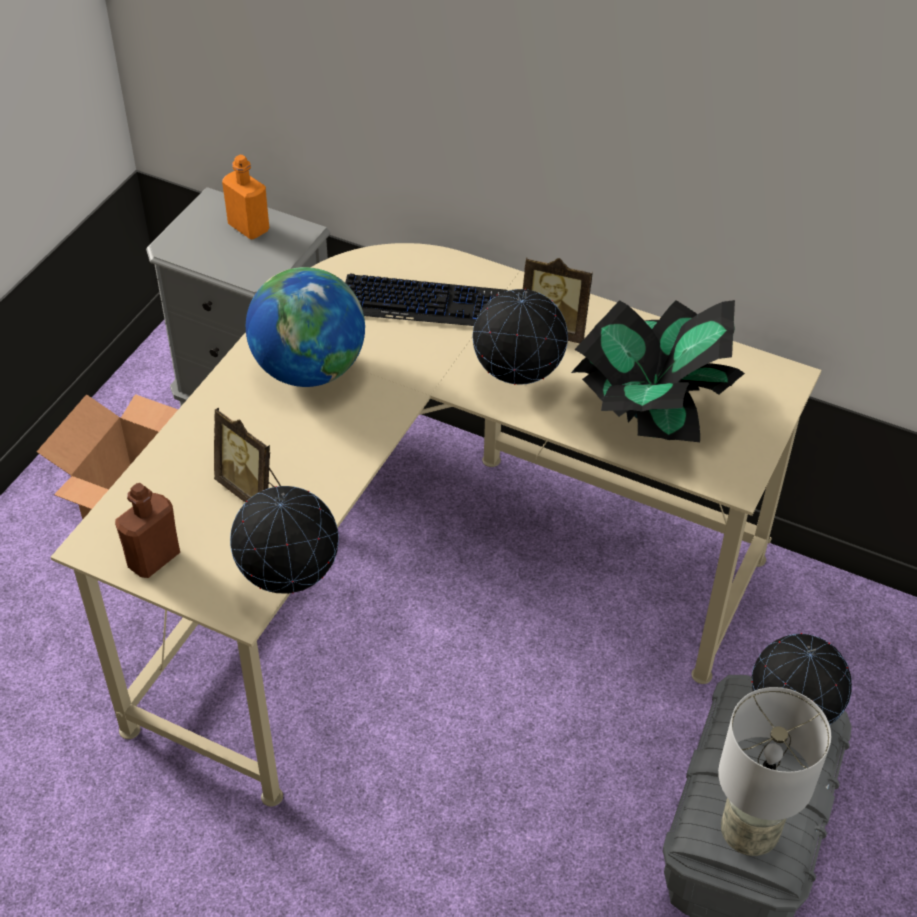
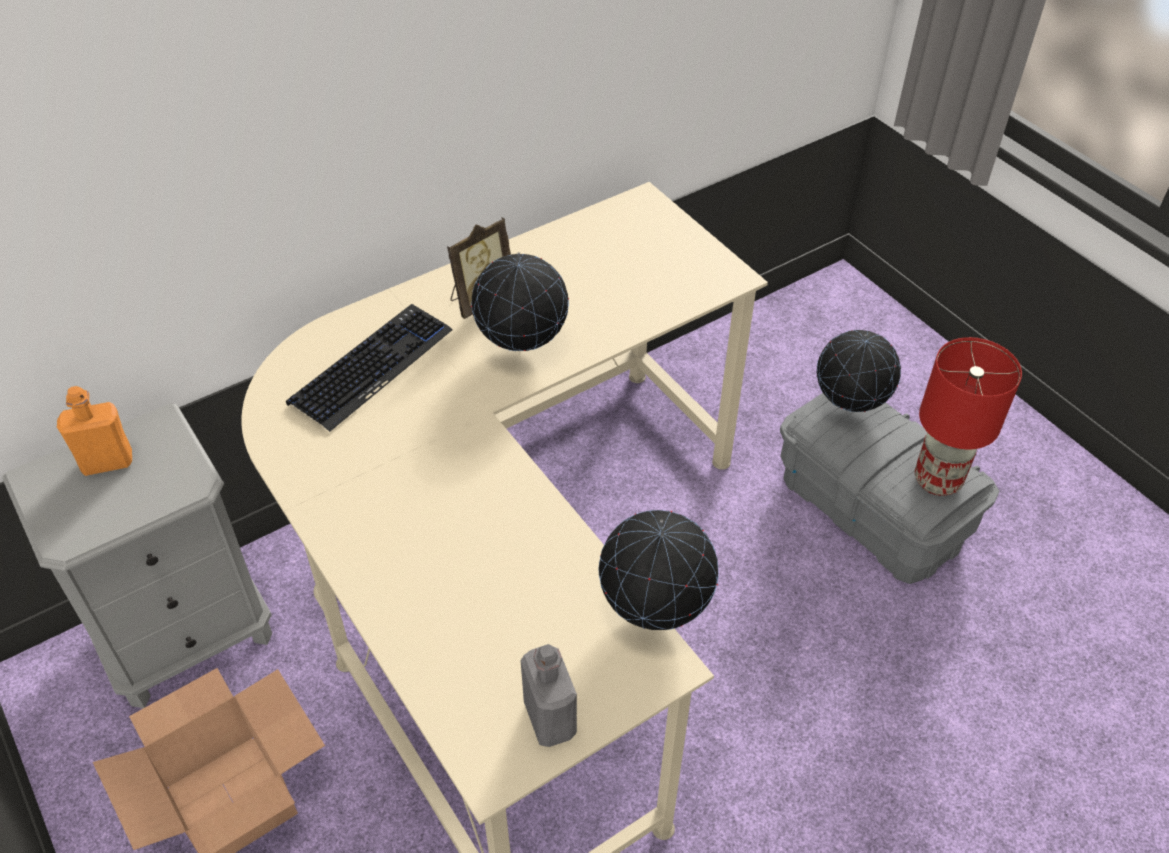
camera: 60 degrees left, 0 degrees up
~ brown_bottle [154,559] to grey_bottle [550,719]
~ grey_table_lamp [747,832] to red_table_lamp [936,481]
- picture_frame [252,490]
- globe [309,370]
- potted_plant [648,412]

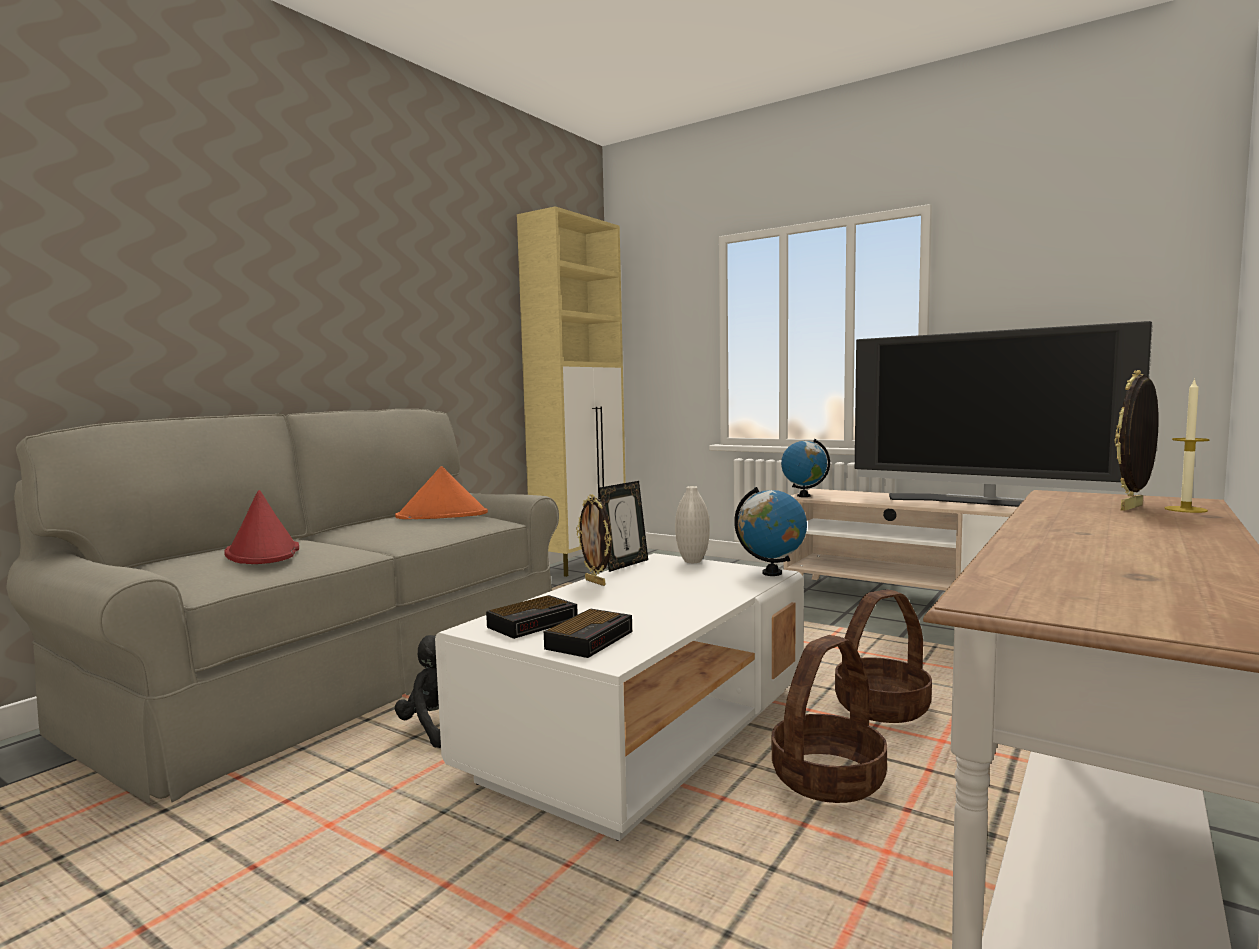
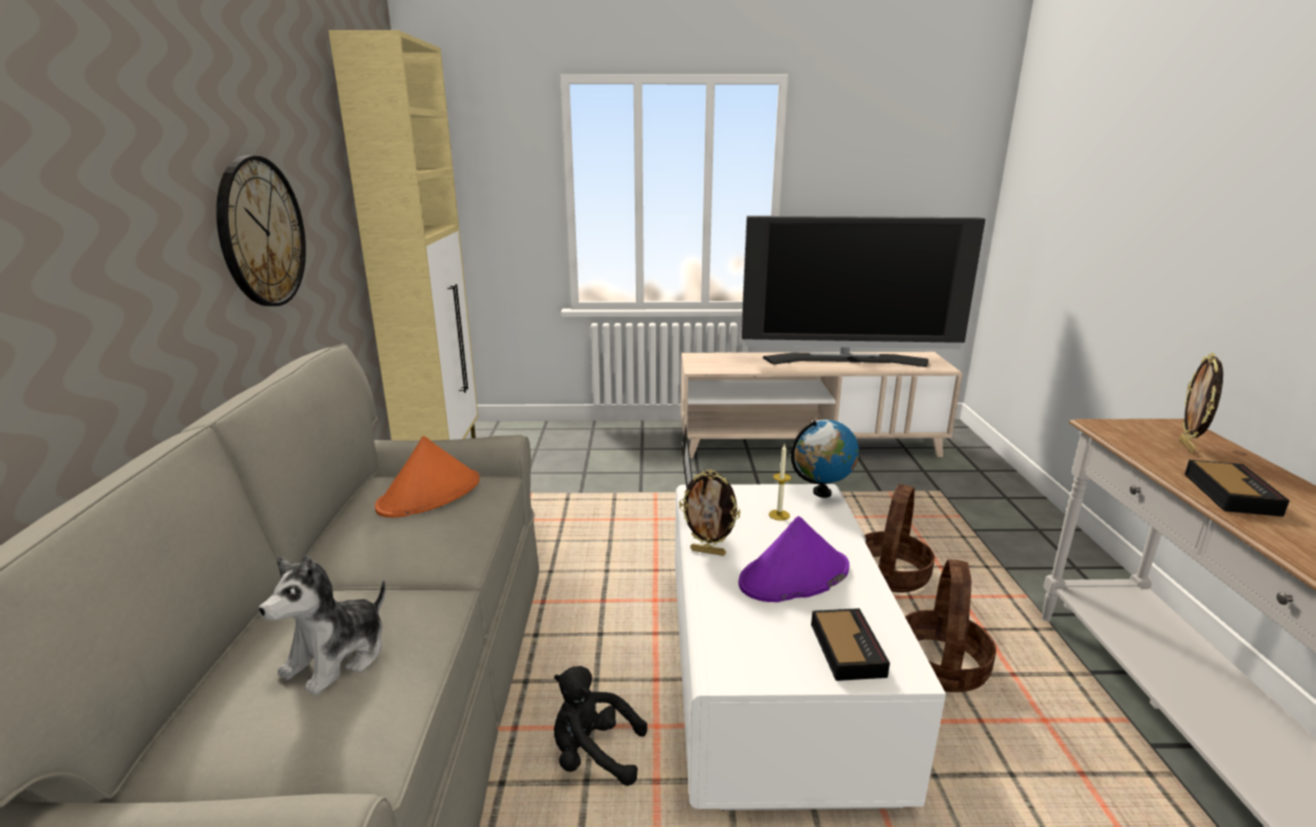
camera: 35 degrees left, 15 degrees up
+ wall_clock [261,232]
~ red_hat [263,553] to plush_toy [338,657]
+ purple_hat [794,576]
~ candle [1185,509] to [779,515]
~ alarm_clock [534,623] to [1229,493]
- white_vase [692,561]
- globe [803,496]

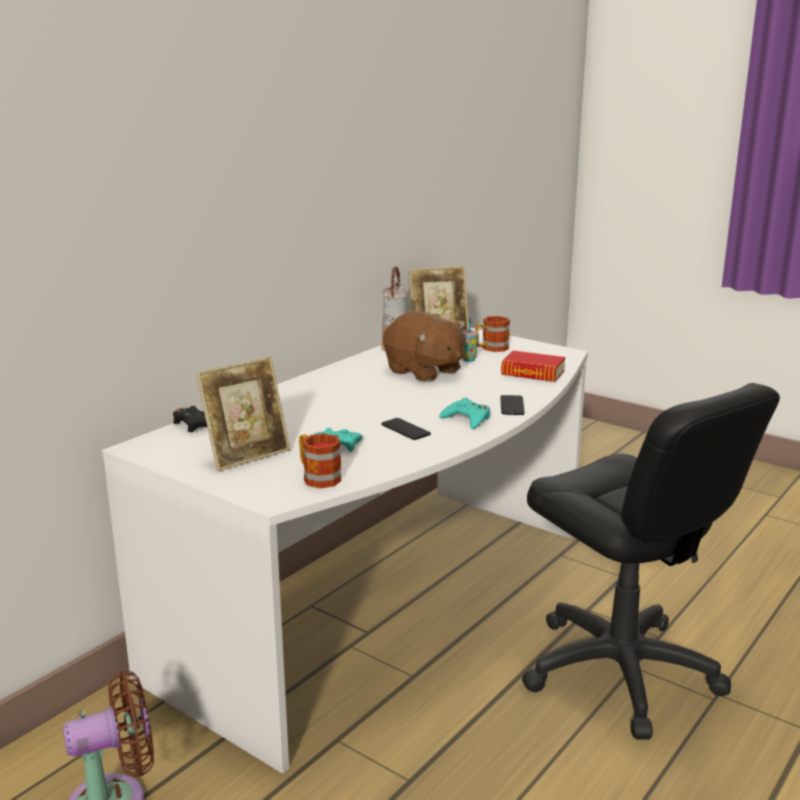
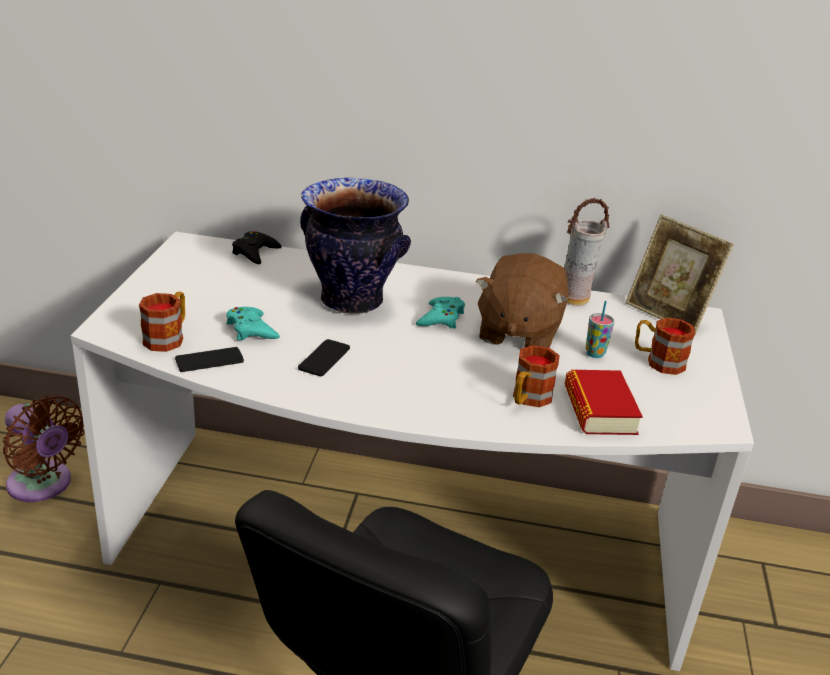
camera: 60 degrees right, 10 degrees up
~ phone [512,406] to [209,360]
+ vase [352,301]
~ turquoise_game_controller [467,419] to [441,318]
+ mug [528,399]
- picture_frame [247,456]

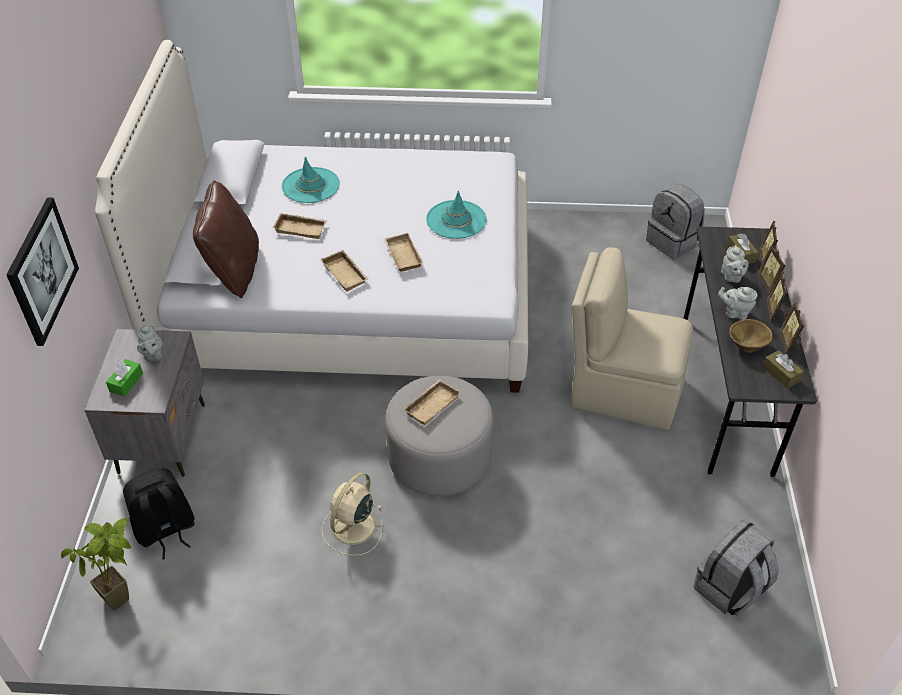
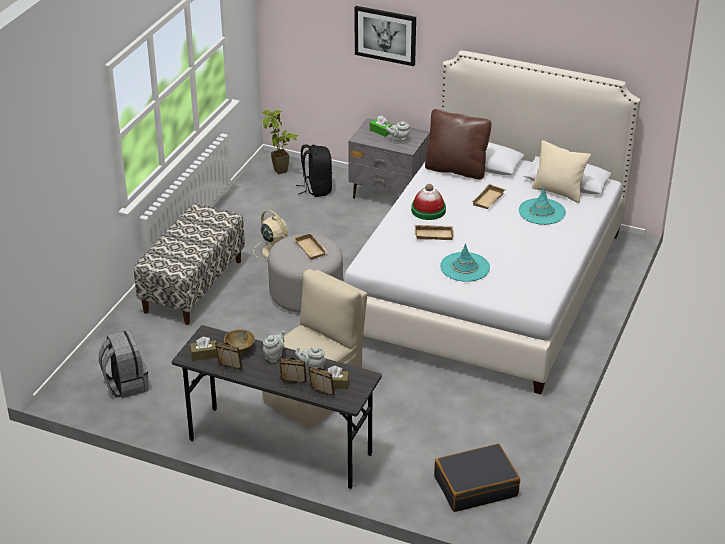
camera: 110 degrees right, 10 degrees down
+ bench [193,286]
~ beige_tray [346,274] to hat [428,210]
~ grey_backpack [673,242] to black_suitcase [475,486]
+ beige_pillow [558,192]
- picture_frame [776,312]

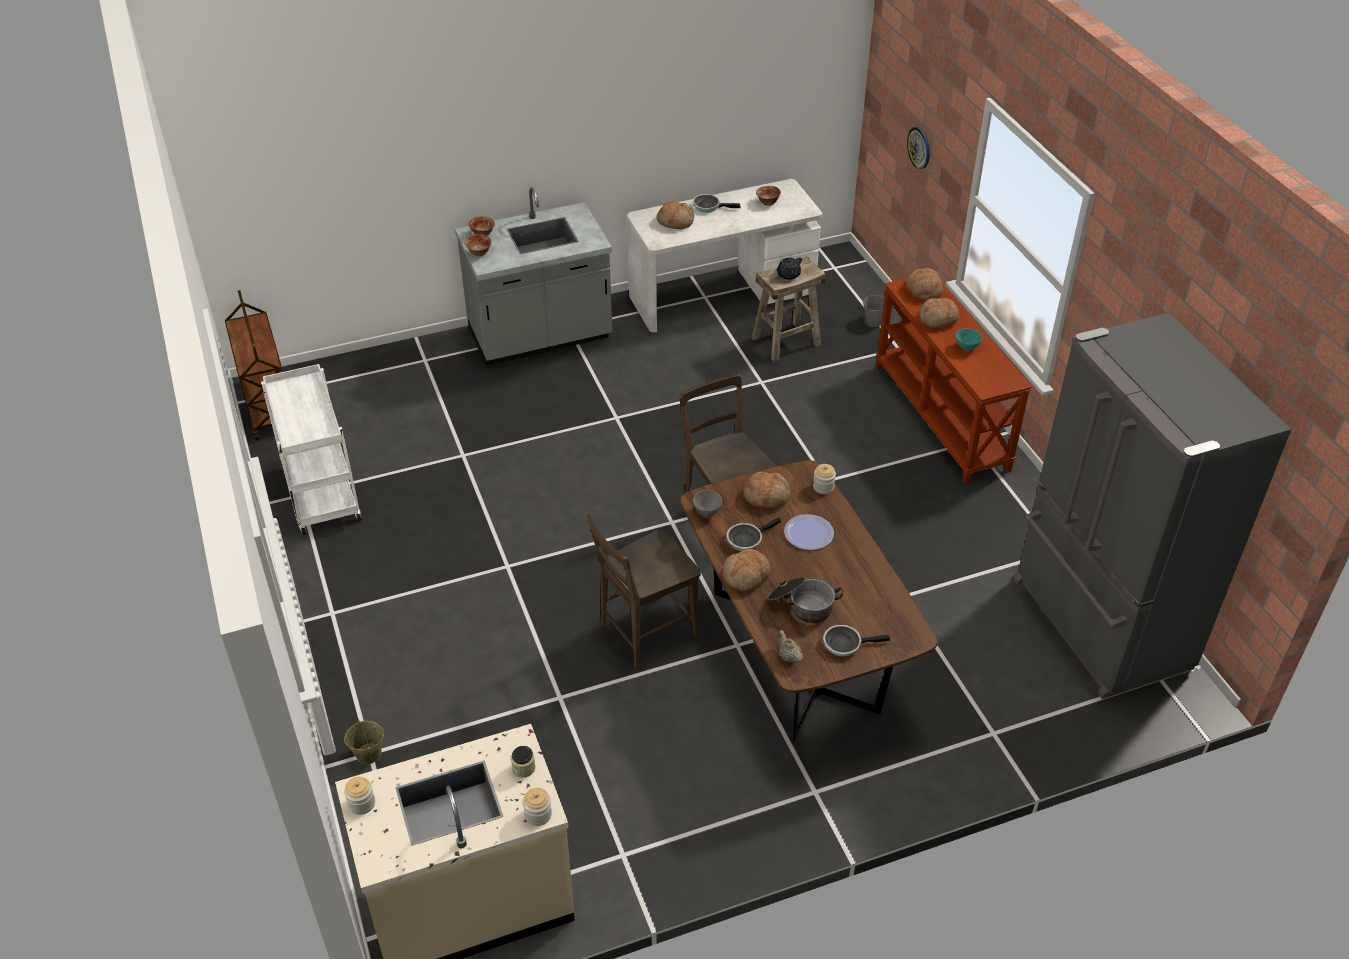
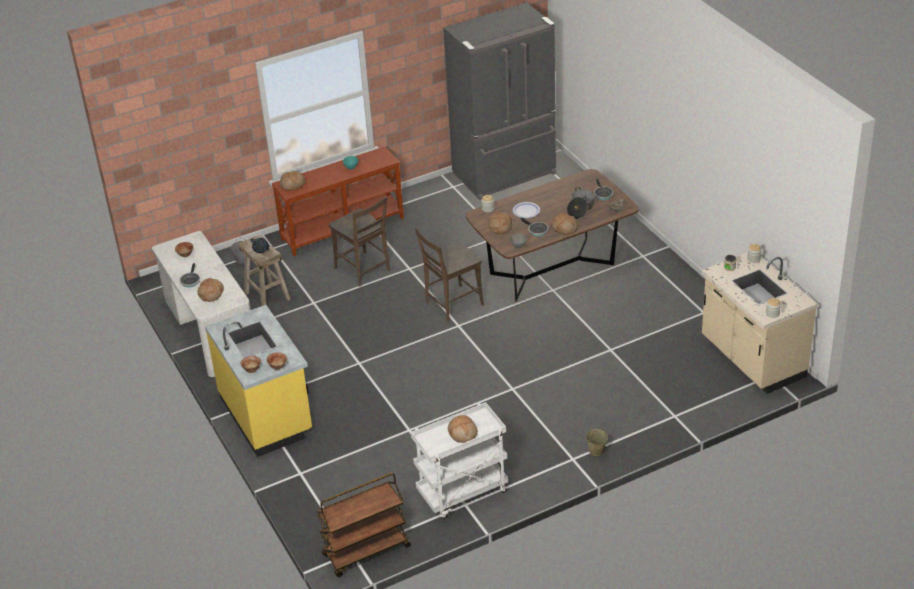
camera: 95 degrees left, 5 degrees down
~ grey_counter [540,337] to yellow_counter [267,415]
~ brown_chair [644,633] to [364,270]
~ bread [938,319] to [462,433]
~ beige_bucket [368,754] to [596,451]
- wall_clock [919,147]

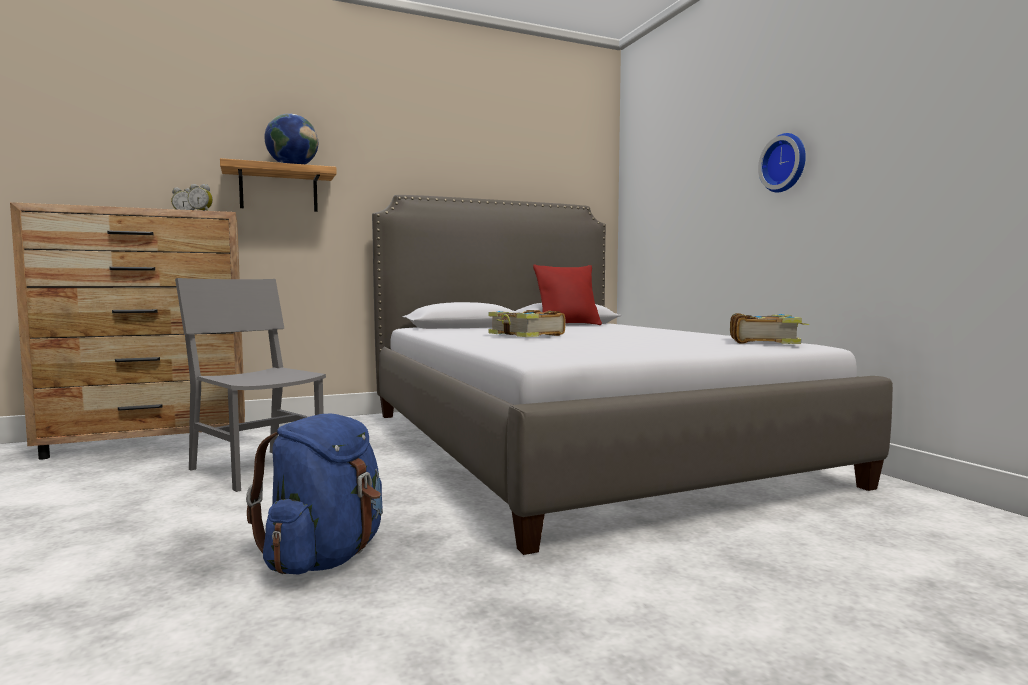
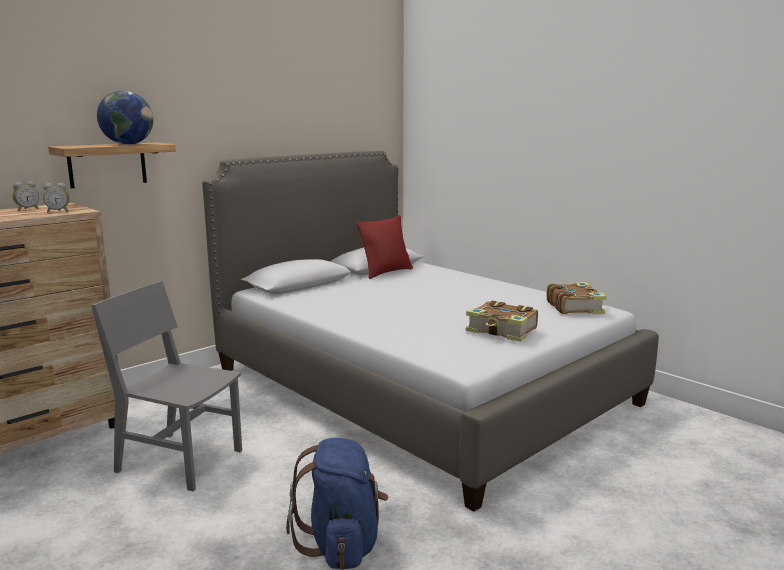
camera: 20 degrees left, 10 degrees up
~ book [526,335] to [502,331]
- wall_clock [785,163]

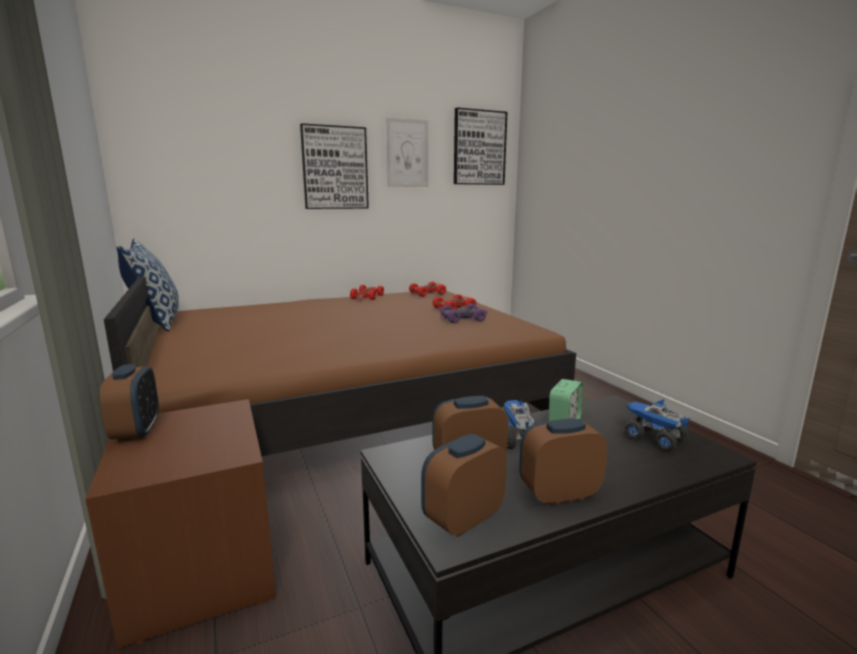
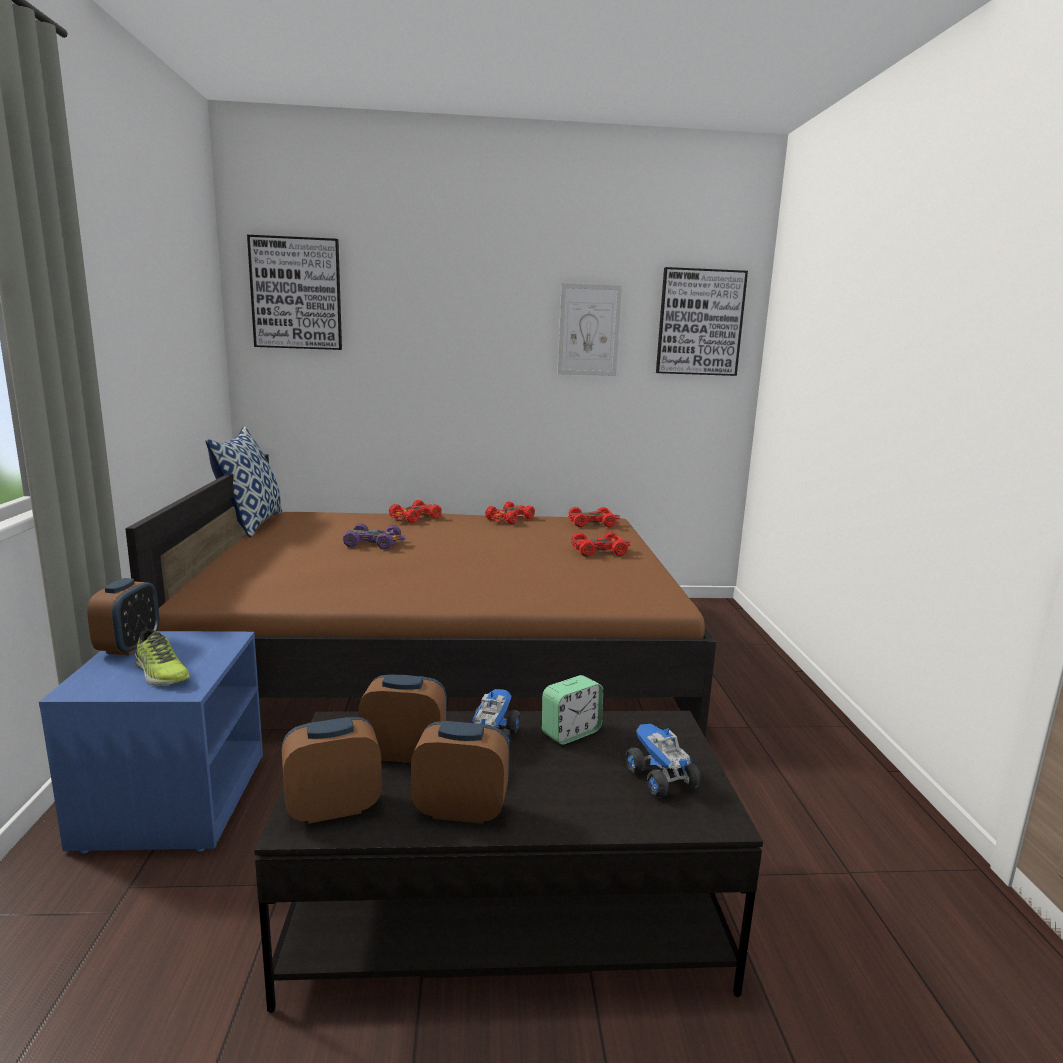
camera: 20 degrees right, 0 degrees up
~ brown_nightstand [200,567] to blue_nightstand [172,799]
+ shoe [160,673]
~ picture [335,168] to [296,294]
~ purple_toy_car [463,319] to [373,543]
+ red_toy_car [414,518]

